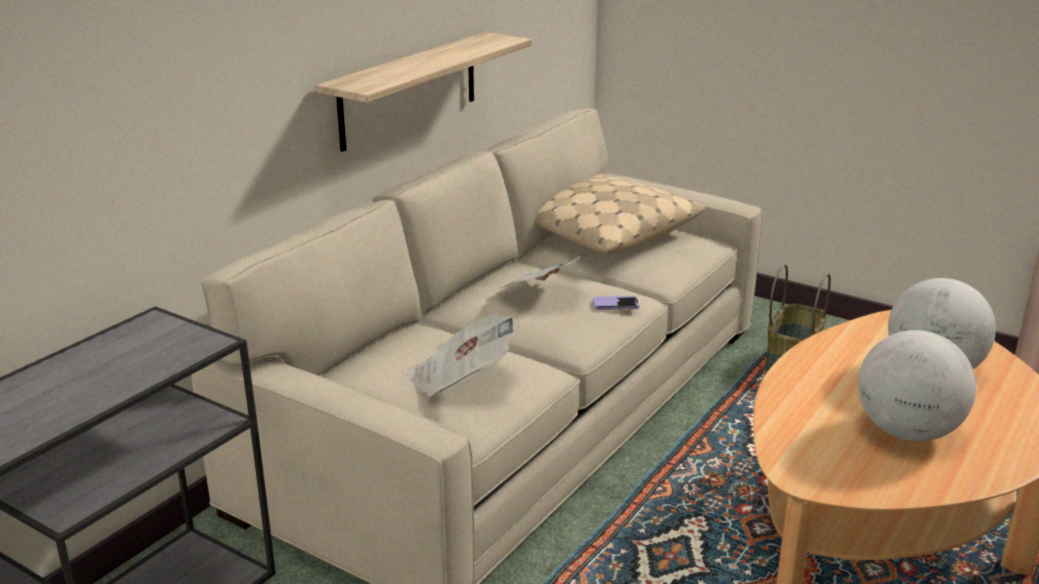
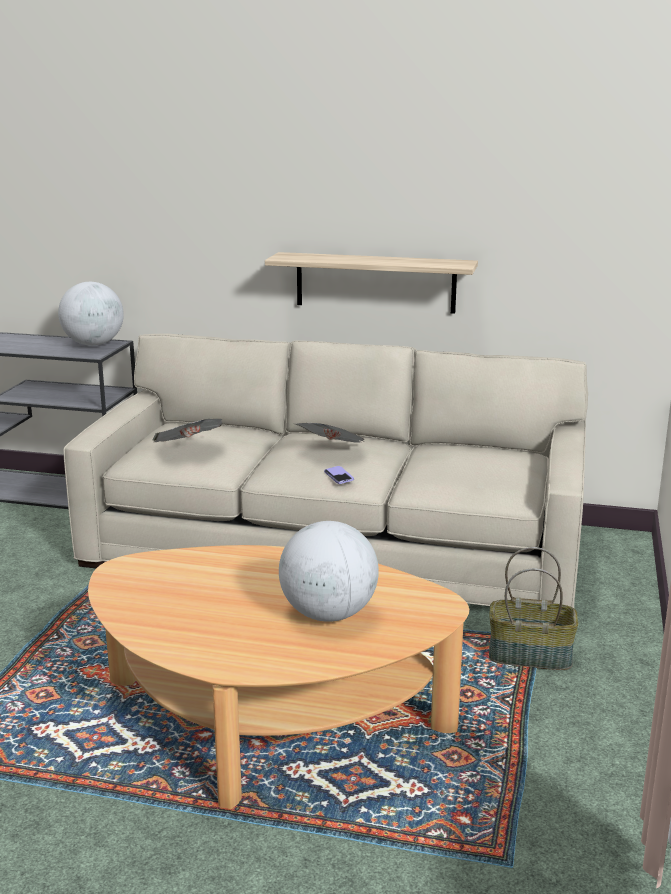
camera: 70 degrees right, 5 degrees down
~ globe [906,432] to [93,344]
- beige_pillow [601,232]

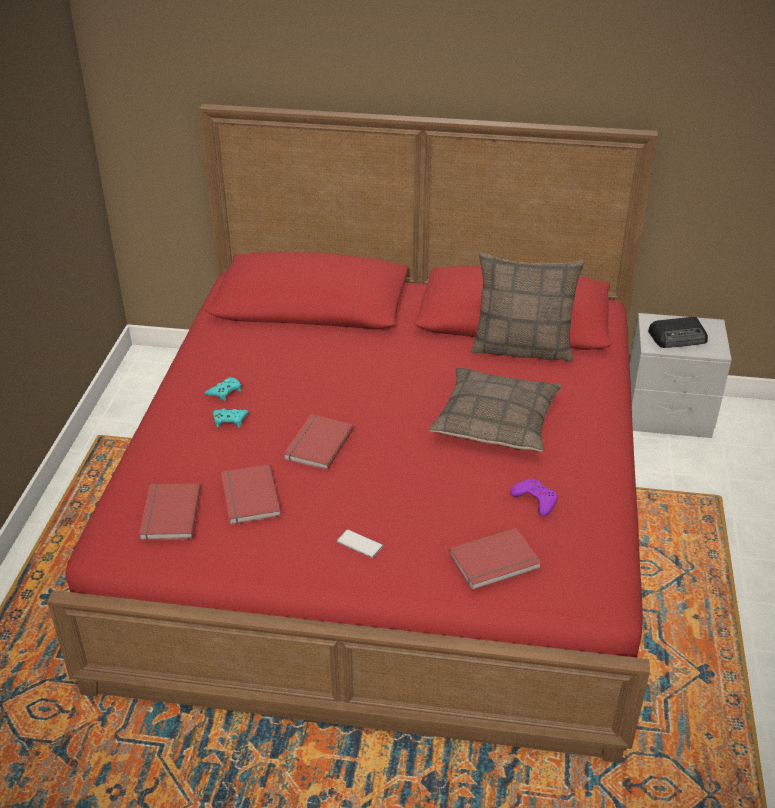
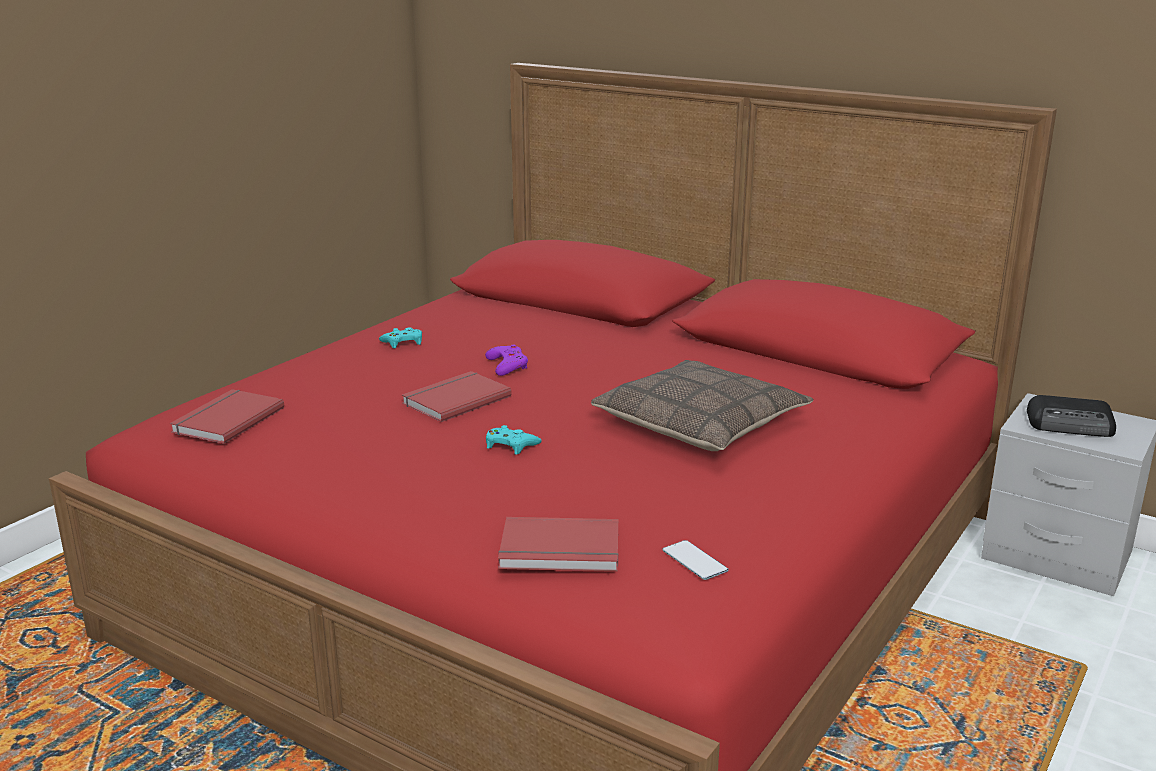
camera: 25 degrees right, 15 degrees down
~ purple_game_controller [535,499] to [507,365]
~ turquoise_game_controller [230,420] to [510,445]
~ phone [359,544] to [694,560]
- red_book [248,497]
- pillow [522,348]

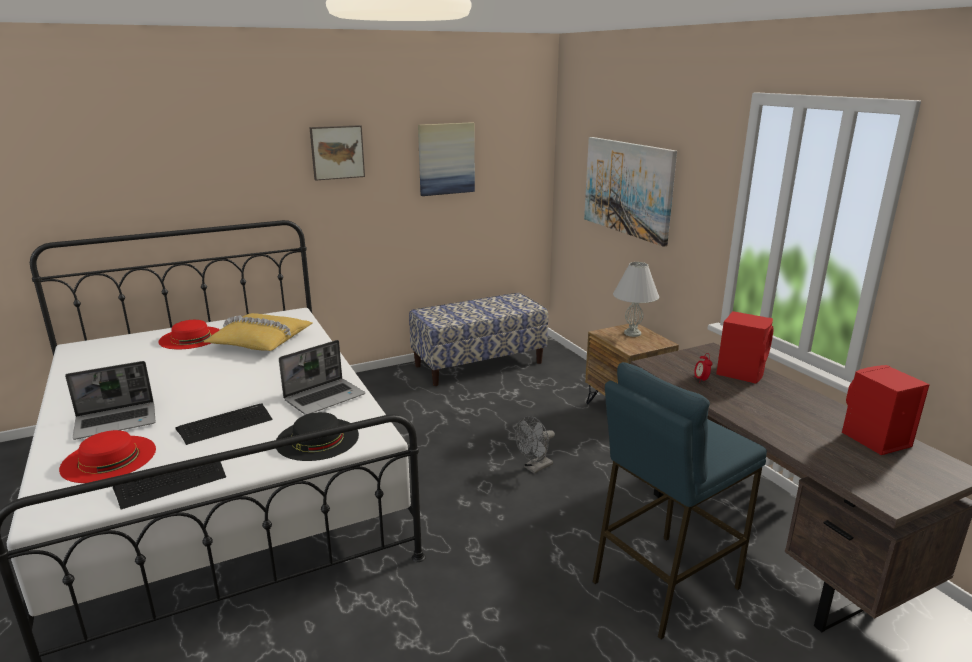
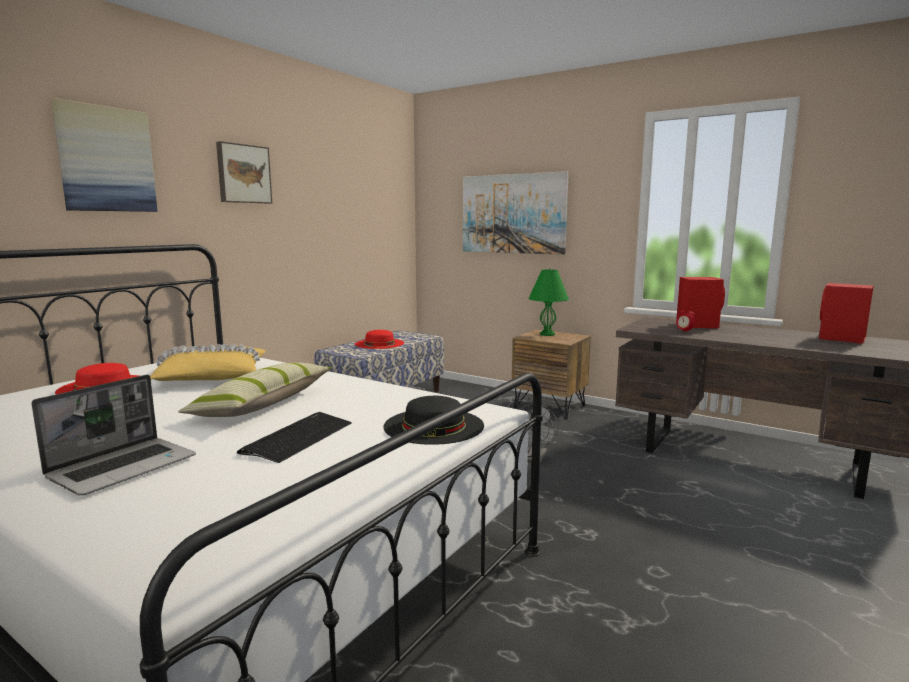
camera: 30 degrees left, 10 degrees down
~ picture [446,159] to [106,159]
+ pillow [263,404]
~ red_hat [109,458] to [379,343]
~ white_table_lamp [632,333] to green_table_lamp [547,334]
- keyboard [171,482]
- laptop [325,397]
- blue_stool [663,584]

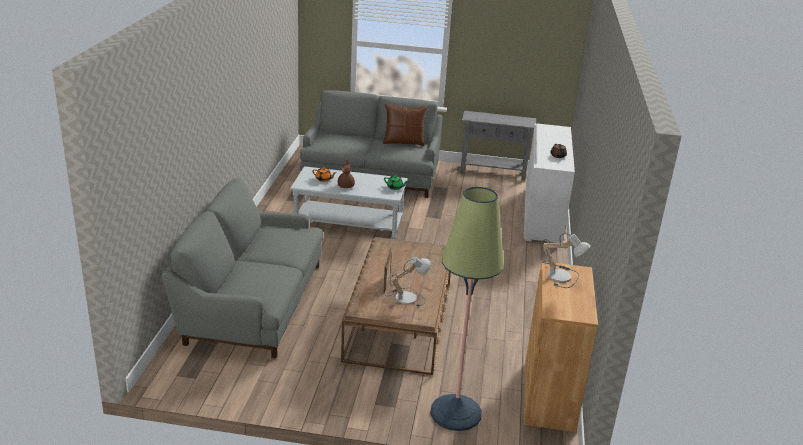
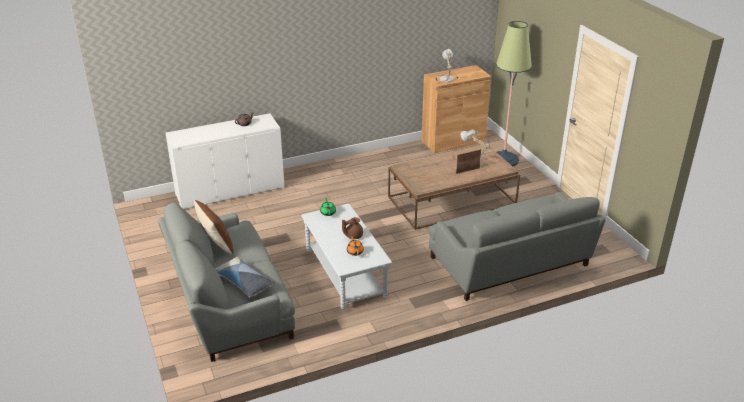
camera: 120 degrees left, 5 degrees up
+ pillow [244,282]
- grey_console_table [493,172]

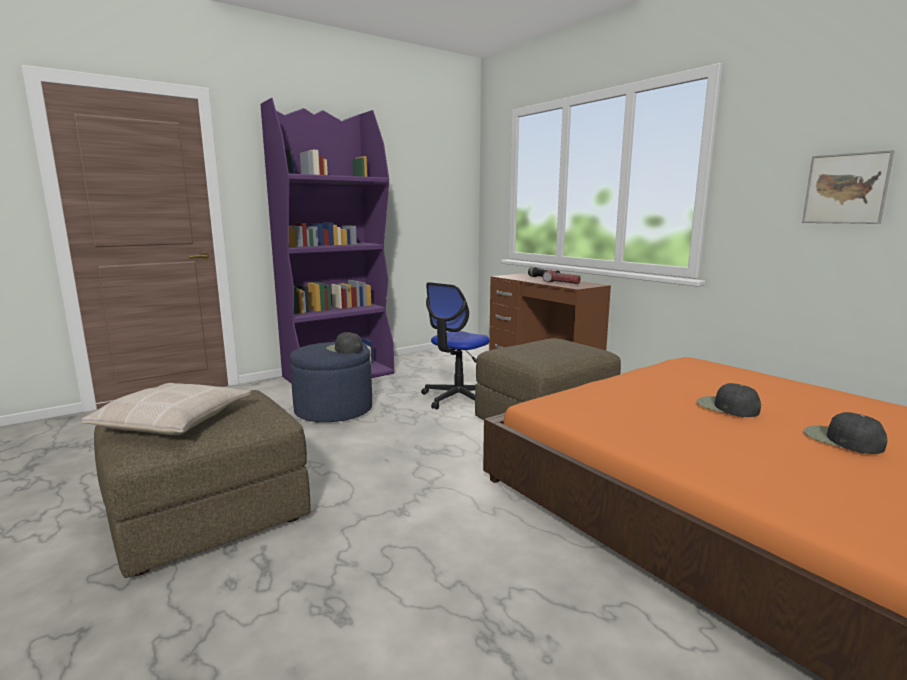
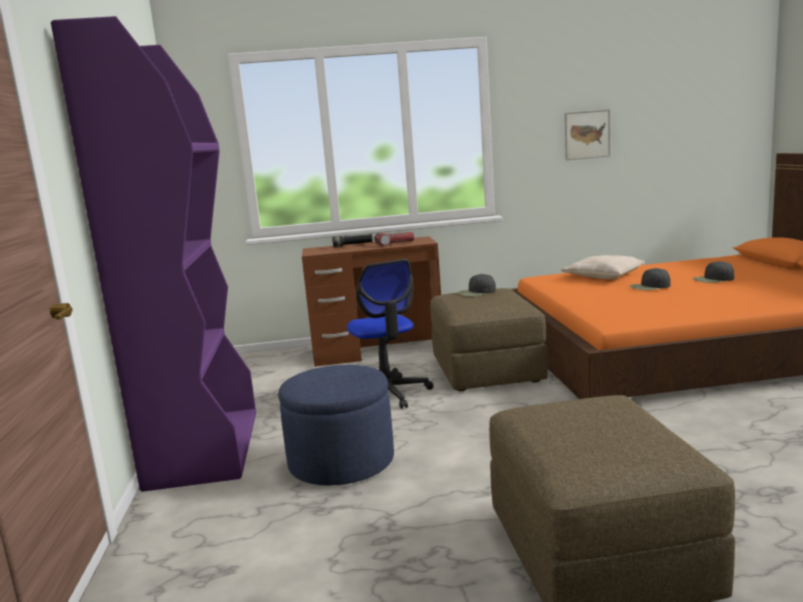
camera: 60 degrees left, 0 degrees up
~ black_cap [344,349] to [477,292]
~ beige_pillow [175,421] to [602,275]

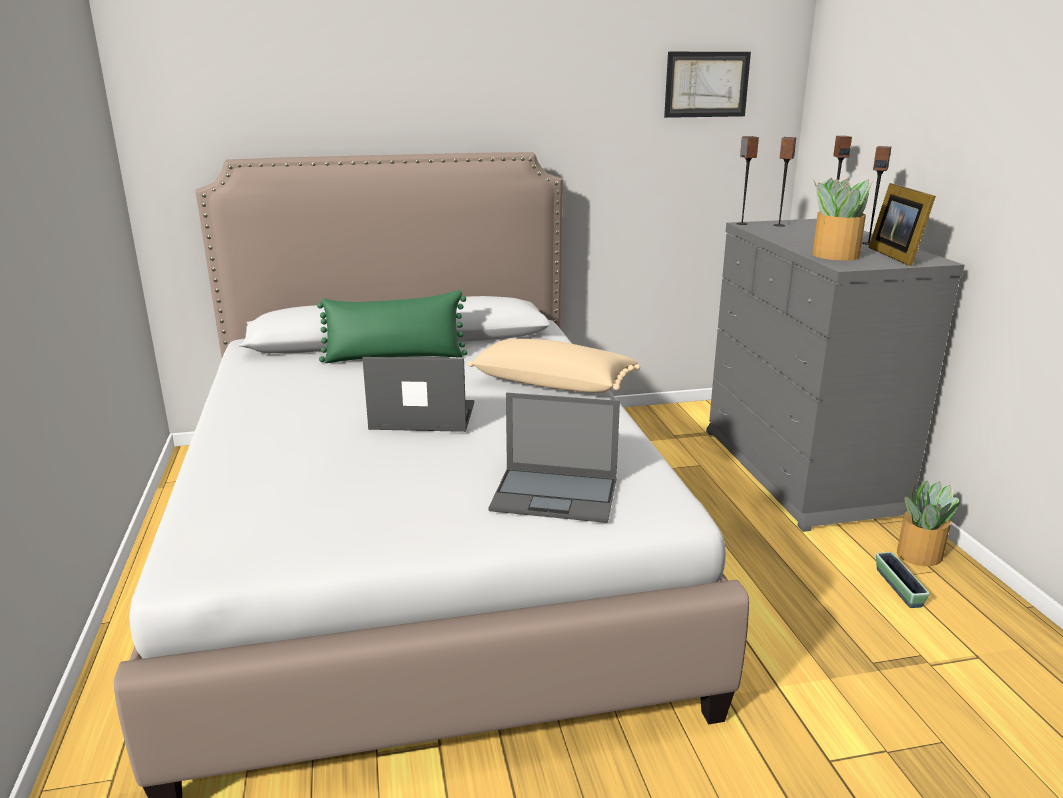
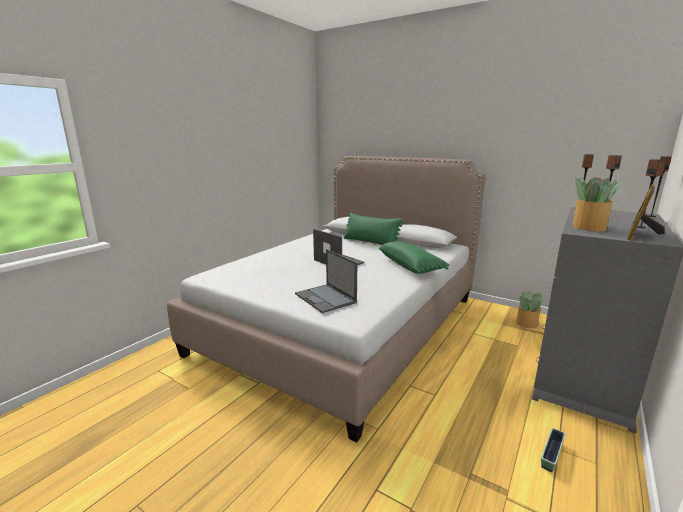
camera: 45 degrees right, 5 degrees down
~ beige_pillow [554,383] to green_pillow [411,266]
~ potted_plant [918,554] to [526,323]
- picture [706,84]

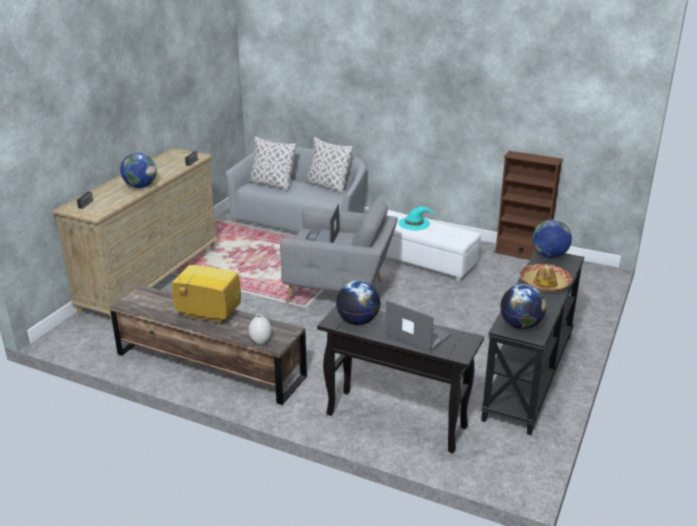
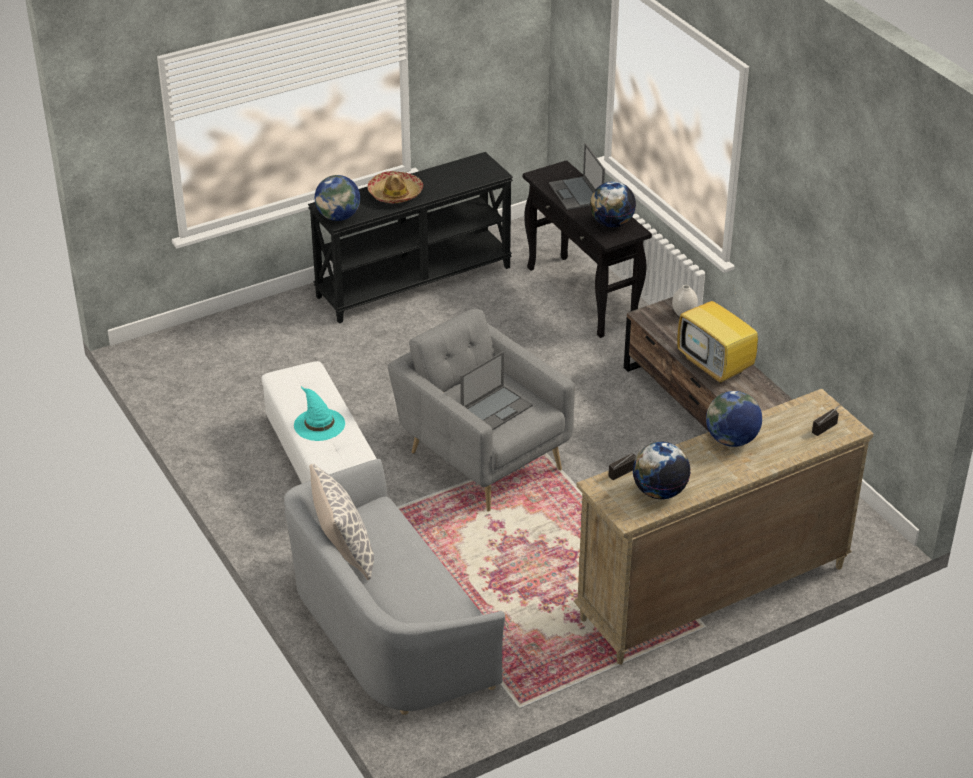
camera: 145 degrees left, 10 degrees up
~ globe [521,325] to [659,491]
- pillow [272,184]
- brown_bookcase [522,254]

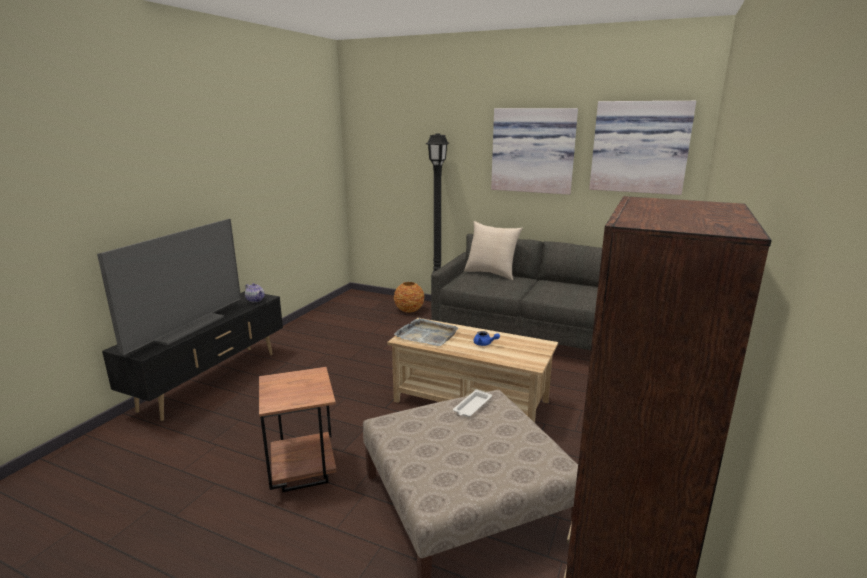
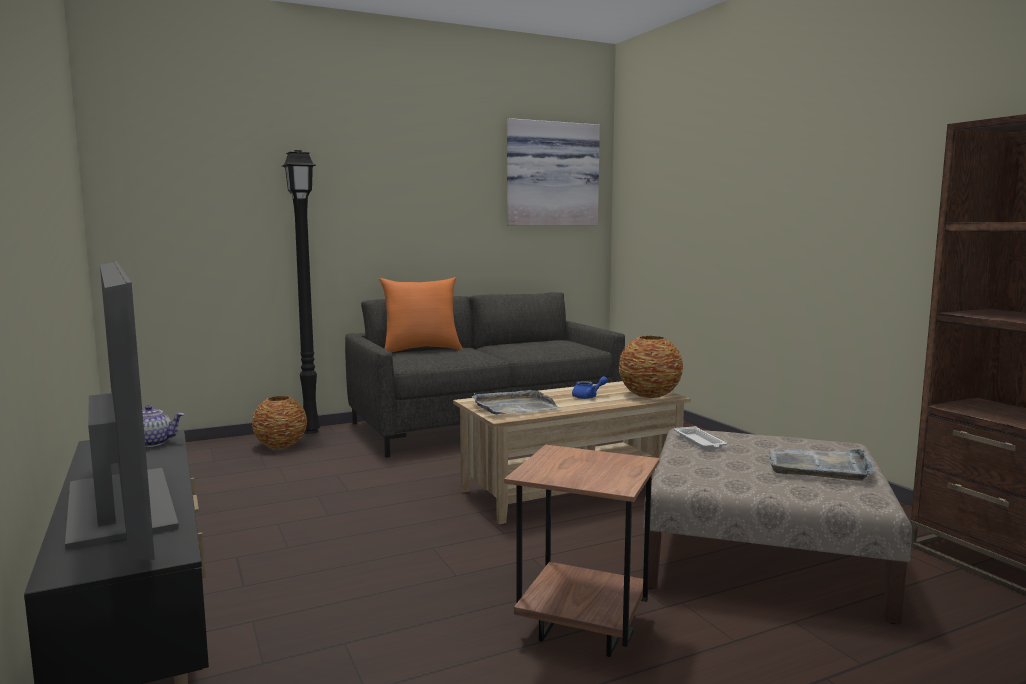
camera: 50 degrees left, 10 degrees down
~ beige_pillow [491,273] to orange_pillow [421,349]
+ vase [649,395]
+ grey_tray [819,466]
- picture [533,150]

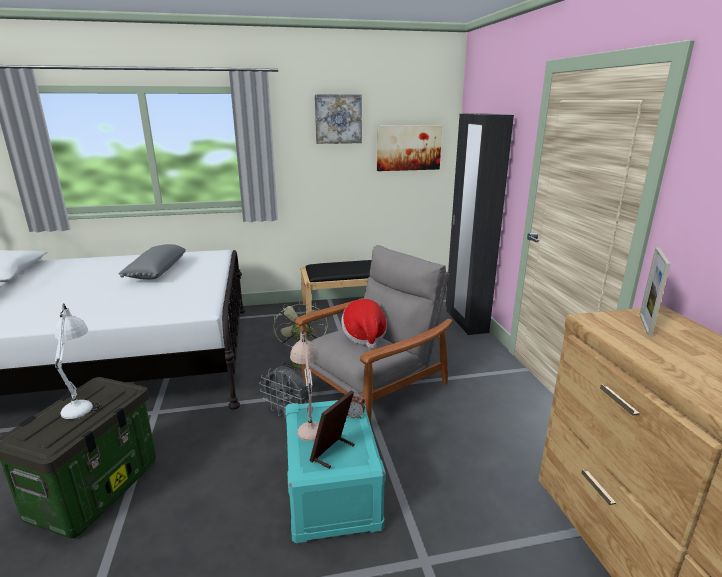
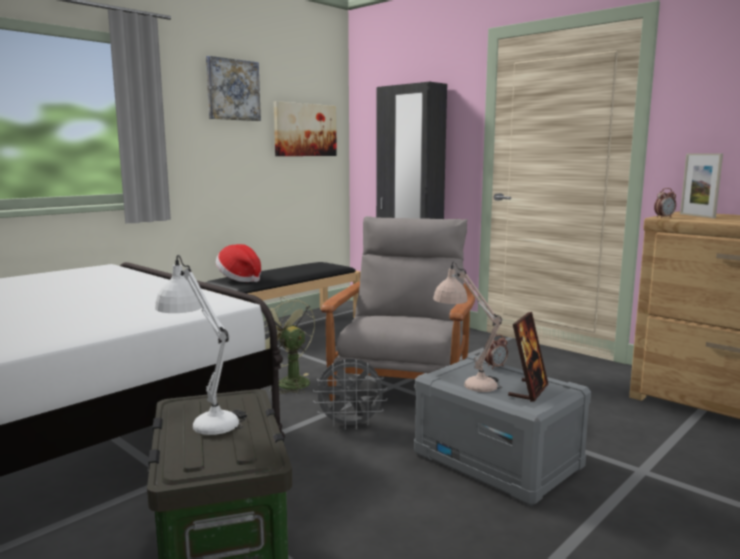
camera: 35 degrees left, 10 degrees down
~ hat [364,336] to [240,279]
~ turquoise_storage_box [333,490] to grey_storage_box [498,460]
~ picture_frame [333,452] = [528,390] 150 degrees counterclockwise
+ alarm_clock [664,217]
- grey_pillow [155,271]

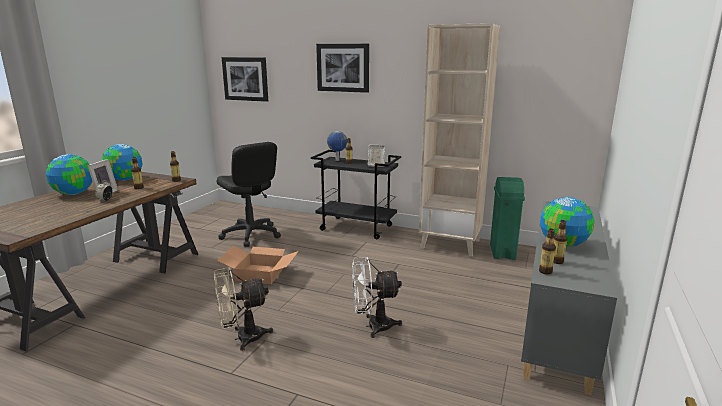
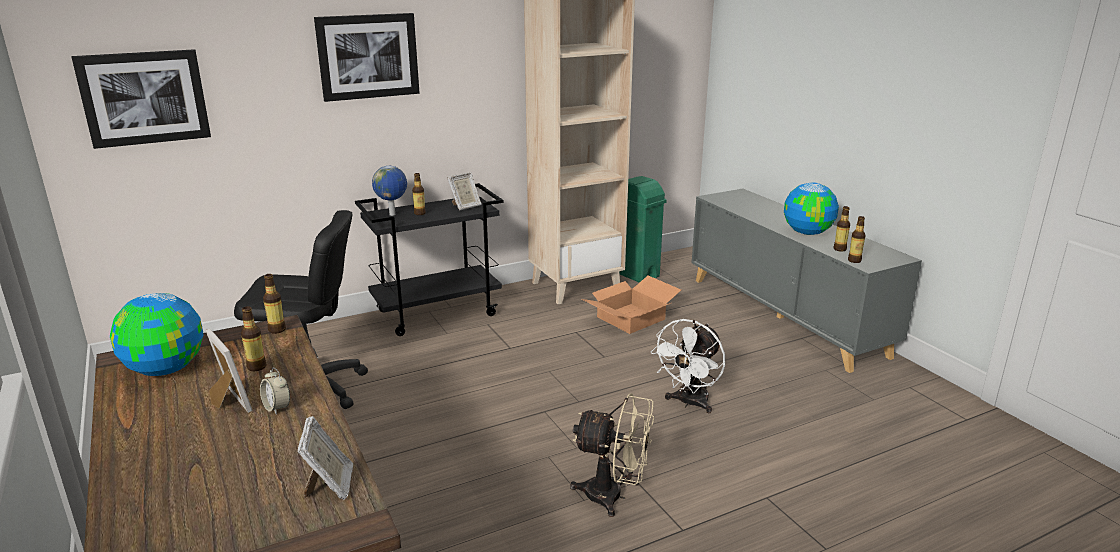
camera: 50 degrees left, 5 degrees up
+ picture_frame [330,486]
~ beige_fan [242,338] = [613,496] 90 degrees counterclockwise
~ cardboard_box [259,274] to [631,319]
- globe [74,193]

